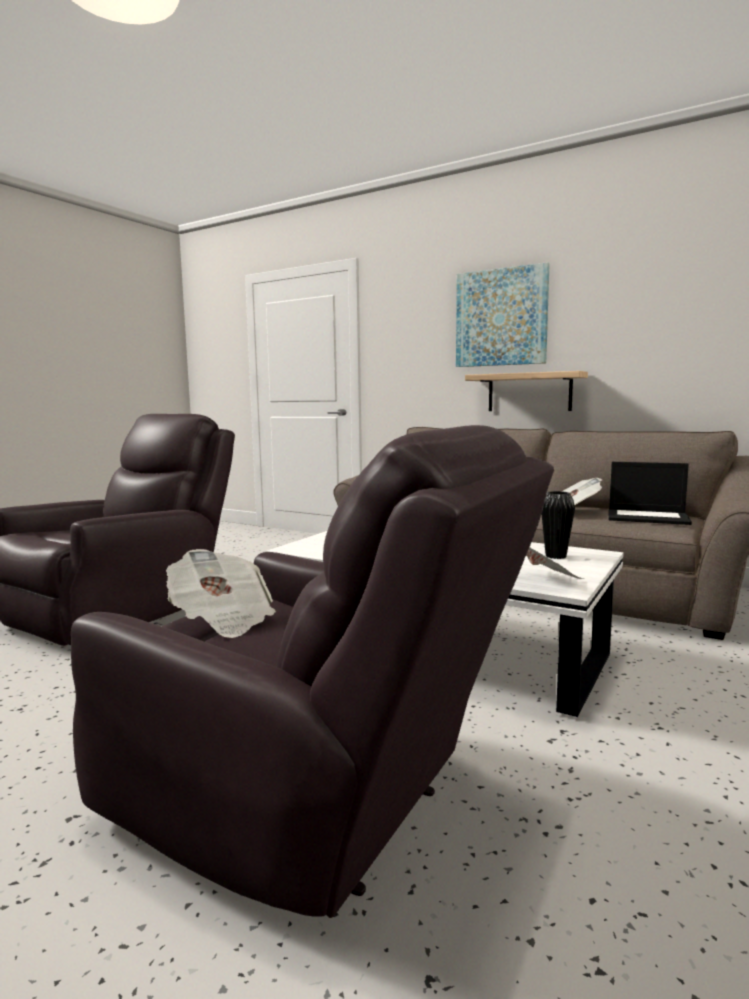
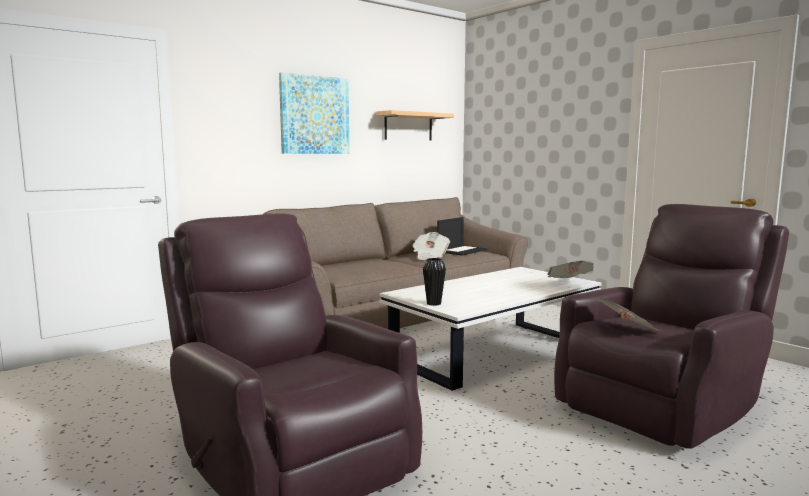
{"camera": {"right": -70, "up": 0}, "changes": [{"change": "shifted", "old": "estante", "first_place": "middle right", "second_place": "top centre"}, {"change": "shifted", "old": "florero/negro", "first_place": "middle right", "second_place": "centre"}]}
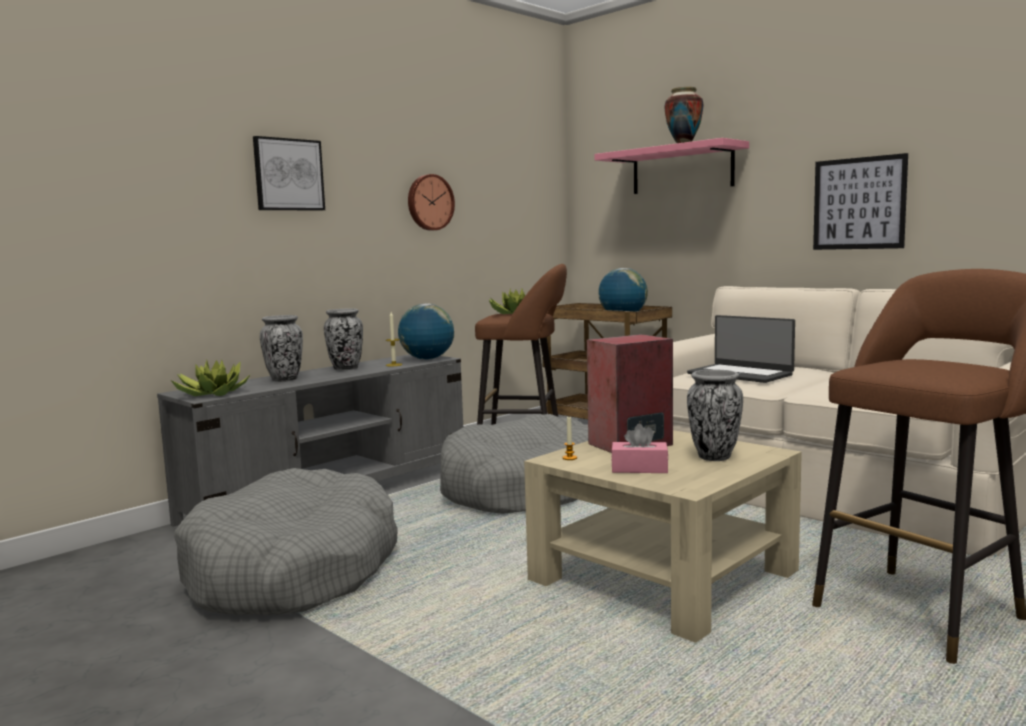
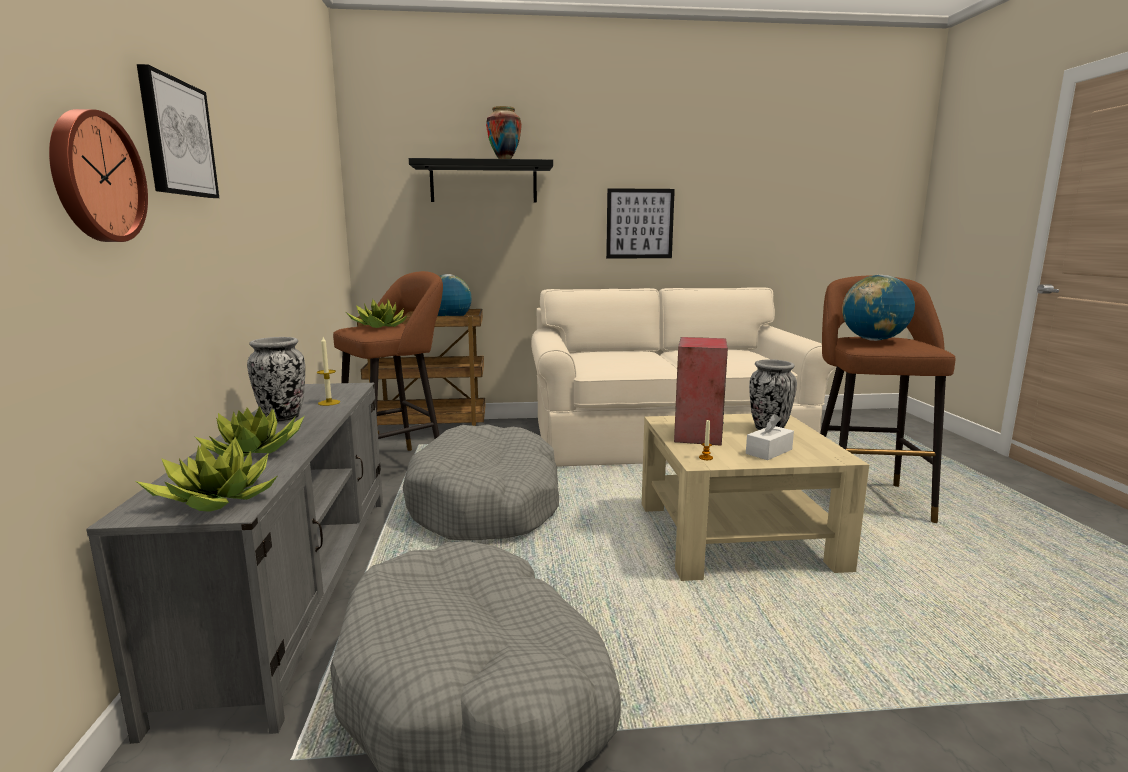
{"camera": {"right": -50, "up": 5}, "changes": [{"change": "repainted", "old": "estante/rosa", "new": "estante/negro", "first_place": "top centre", "second_place": "top centre"}, {"change": "shifted", "old": "reloj de pared", "first_place": "top centre", "second_place": "top left"}, {"change": "shifted", "old": "globo terráqueo (no. 1 from left in the first image)", "new": "globo terráqueo (no. 2 from left)", "first_place": "centre", "second_place": "middle right"}, {"change": "swapped", "old": "florero (no. 1 from left)", "new": "planta en maceta (no. 2 from left)", "first_place": "middle left", "second_place": "middle left"}, {"change": "gone", "old": "portátil", "first_place": "middle right"}, {"change": "repainted", "old": "caja de pañuelos/rosa", "new": "caja de pañuelos/blanco", "first_place": "centre", "second_place": "middle right"}]}
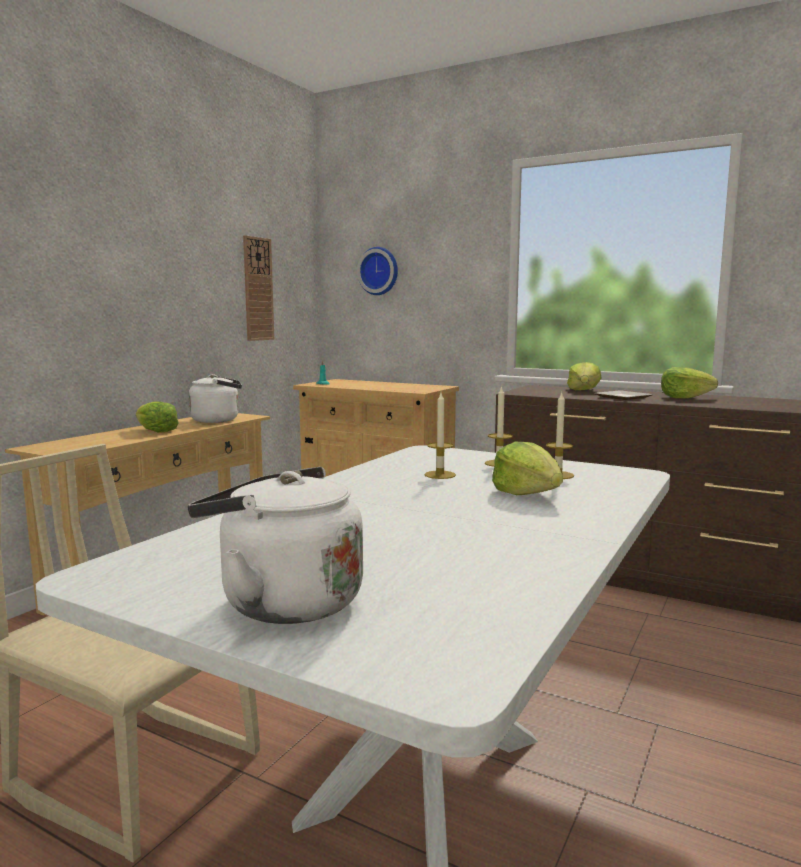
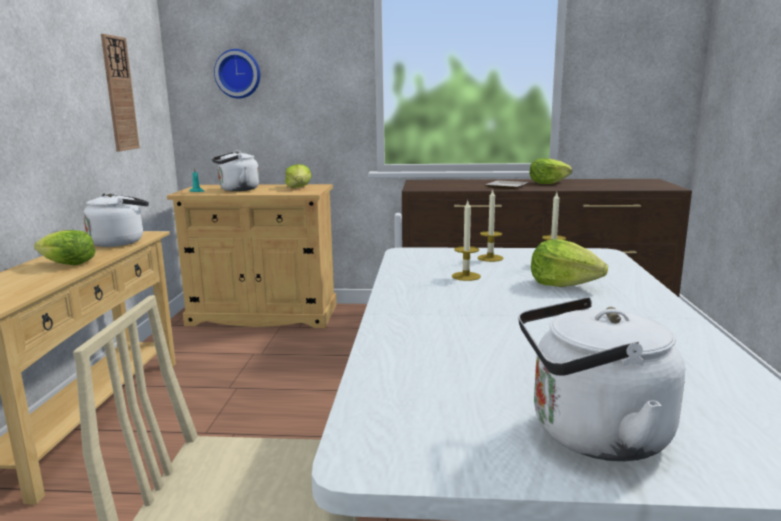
{"camera": {"right": -25, "up": 5}, "changes": [{"change": "shifted", "old": "lechuga (no. 3 from left in the first image)", "new": "lechuga (no. 2 from left)", "first_place": "middle right", "second_place": "centre"}, {"change": "new", "new": "hervidor/blanco (no. 2 from left)", "second_place": "top left"}]}
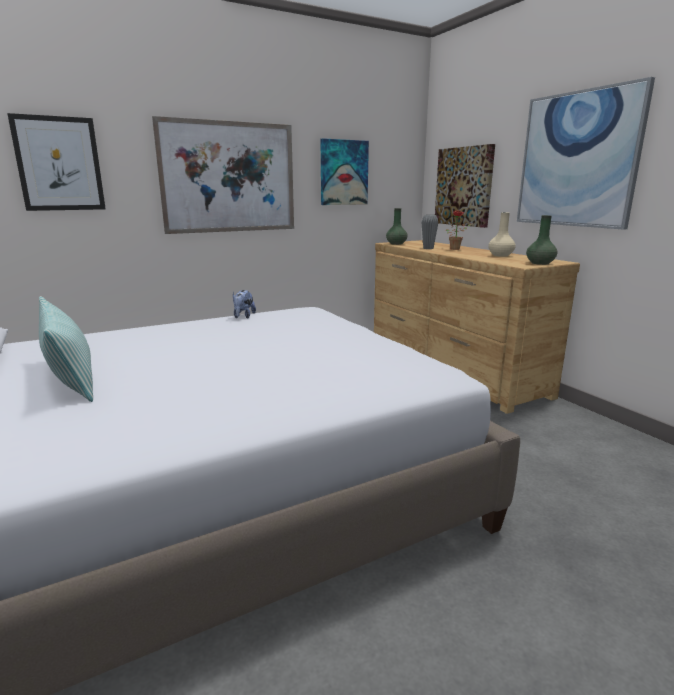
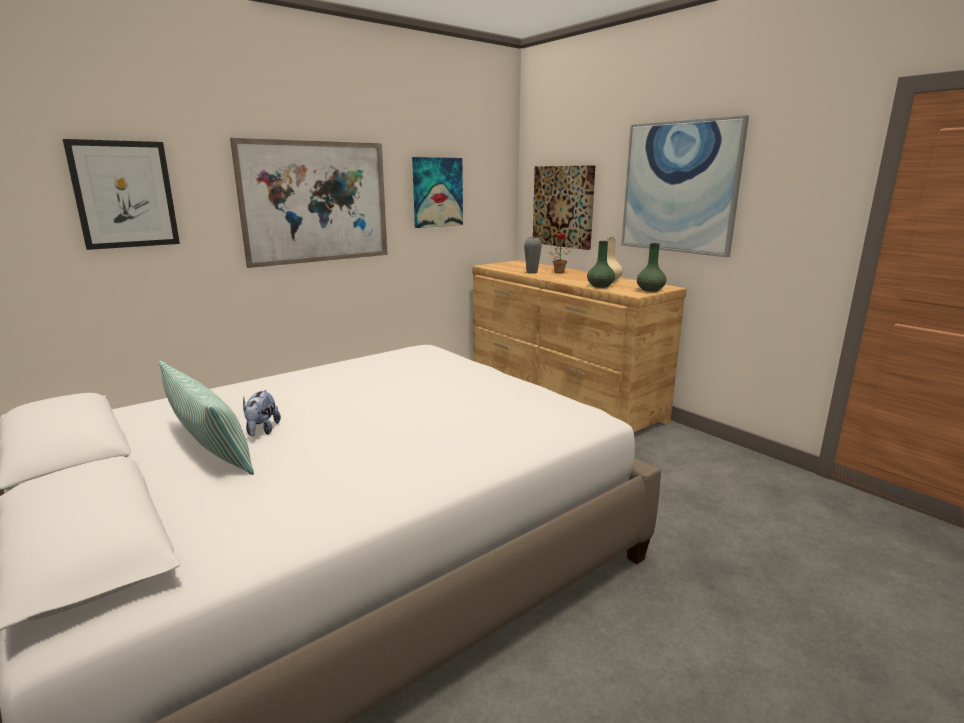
{"camera": {"right": -10, "up": 0}, "changes": [{"change": "shifted", "old": "florero/verde (no. 1 from left)", "first_place": "top centre", "second_place": "centre"}, {"change": "shifted", "old": "peluche", "first_place": "centre", "second_place": "middle left"}]}
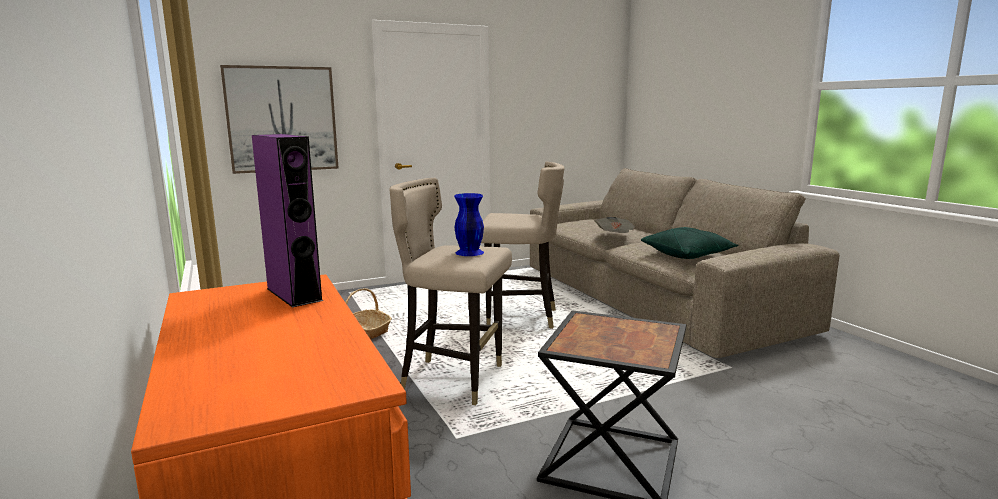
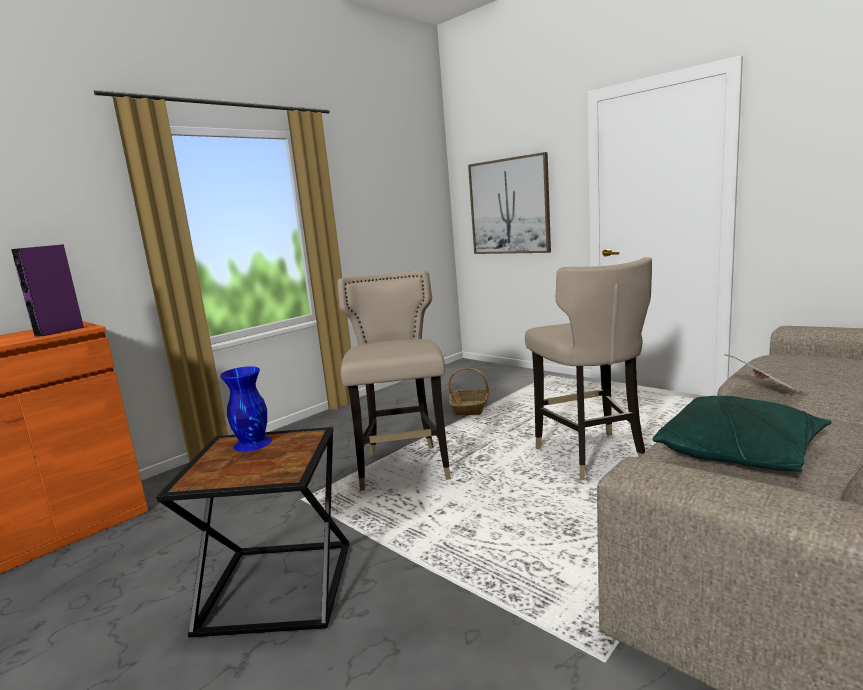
{"camera": {"right": 70, "up": 0}, "changes": [{"change": "shifted", "old": "florero/azul", "first_place": "centre", "second_place": "middle left"}]}
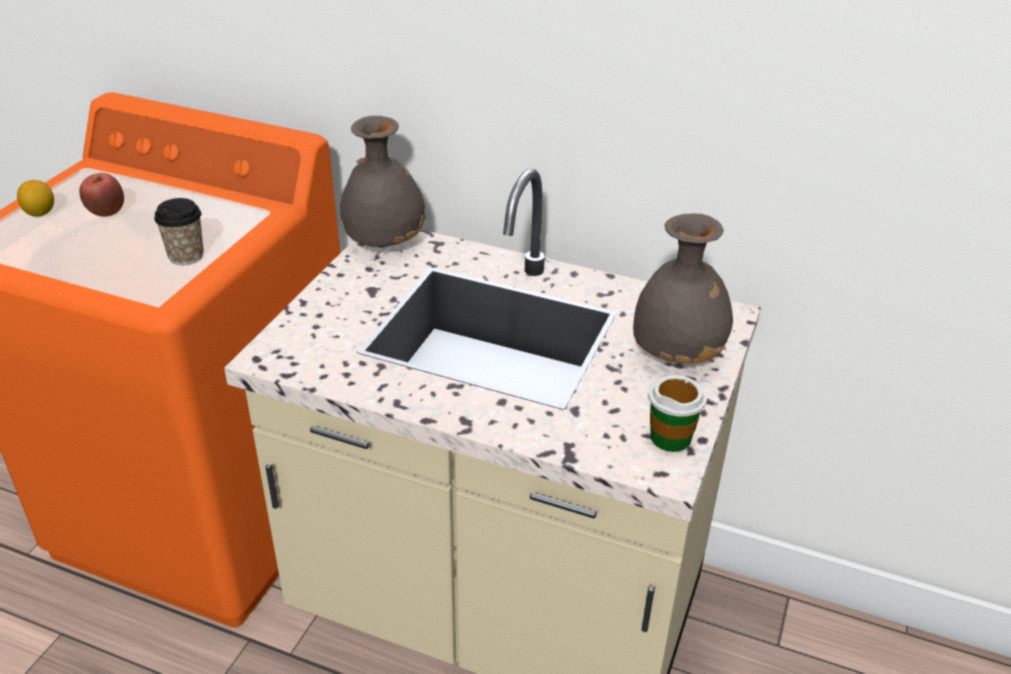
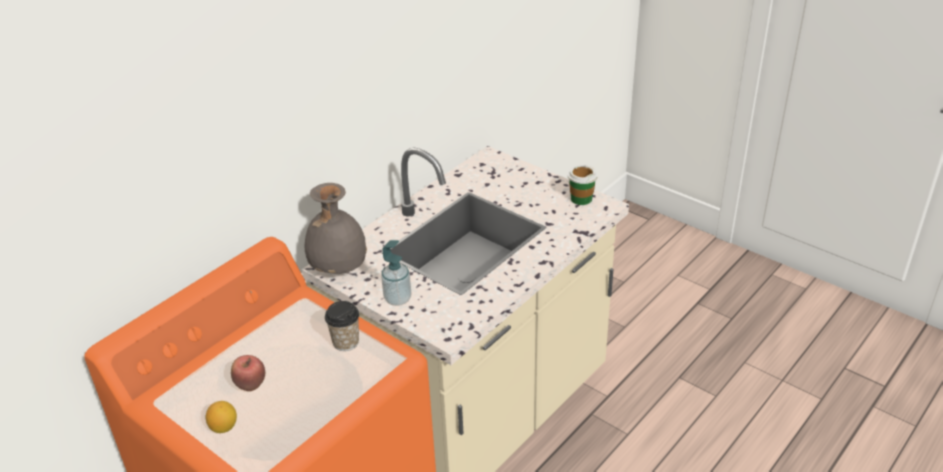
{"camera": {"right": -70, "up": 0}, "changes": [{"change": "gone", "old": "florero/gris (no. 2 from left)", "first_place": "middle right"}, {"change": "new", "new": "dispensador de jabón", "second_place": "centre"}]}
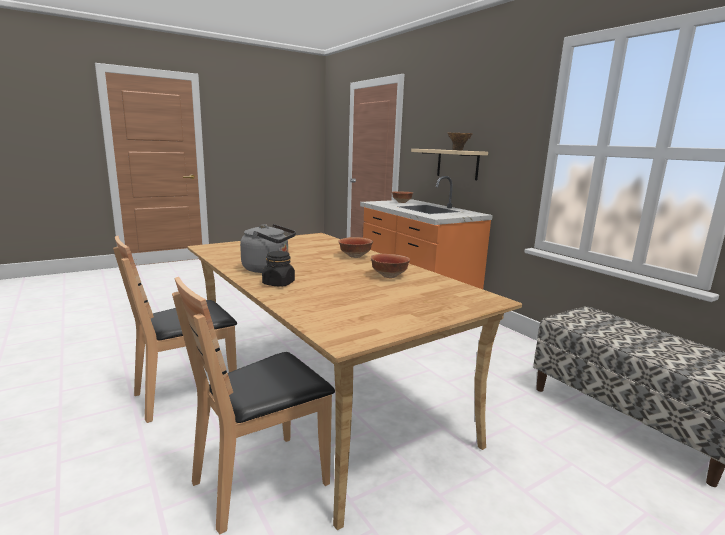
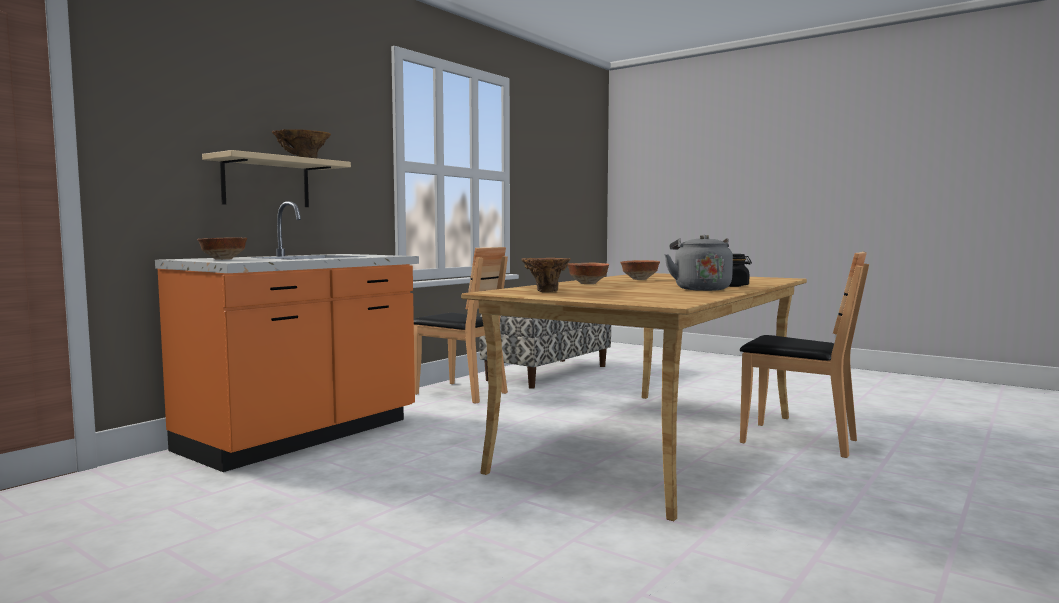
{"camera": {"right": -110, "up": -10}, "changes": [{"change": "shifted", "old": "silla/marrón (no. 1 from left)", "first_place": "middle left", "second_place": "centre"}, {"change": "new", "new": "florero/marrón (no. 2 from left)", "second_place": "centre"}]}
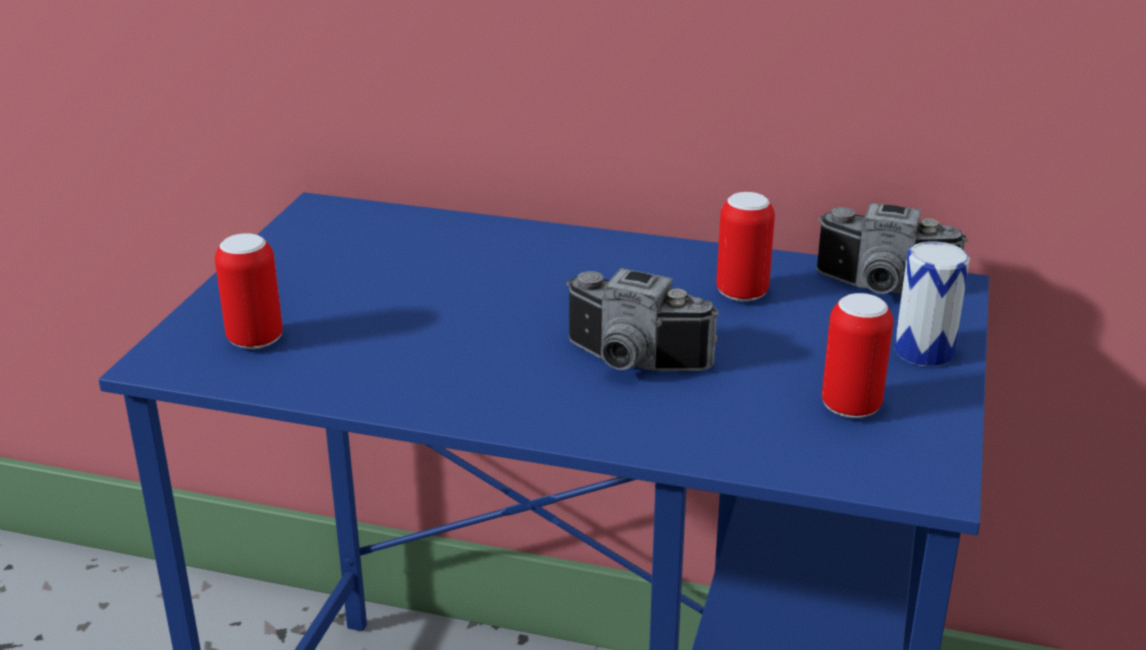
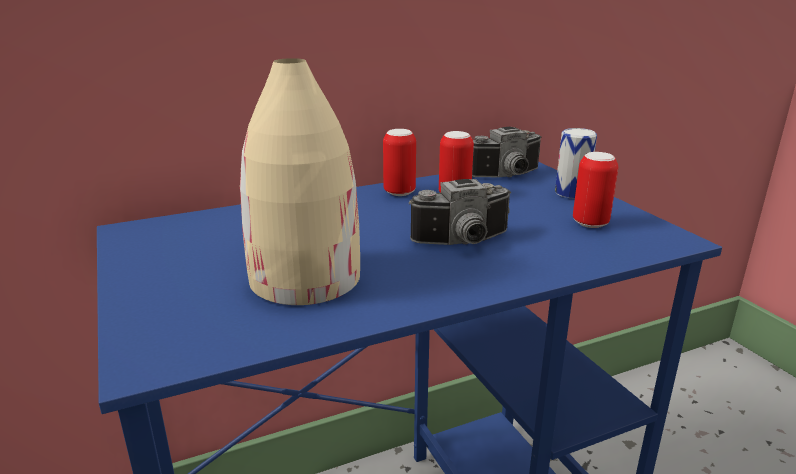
{"camera": {"right": -40, "up": -5}, "changes": [{"change": "shifted", "old": "lata (no. 1 from left)", "first_place": "middle left", "second_place": "centre"}, {"change": "new", "new": "florero/beis", "second_place": "centre"}]}
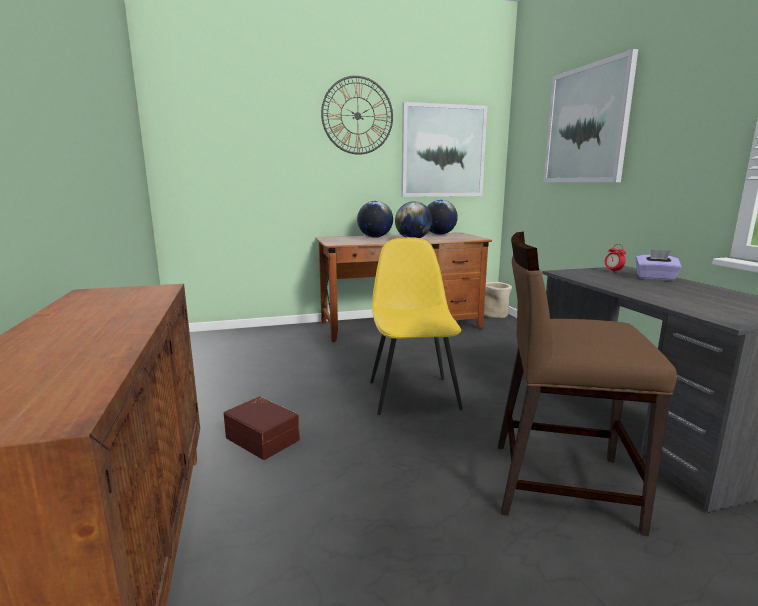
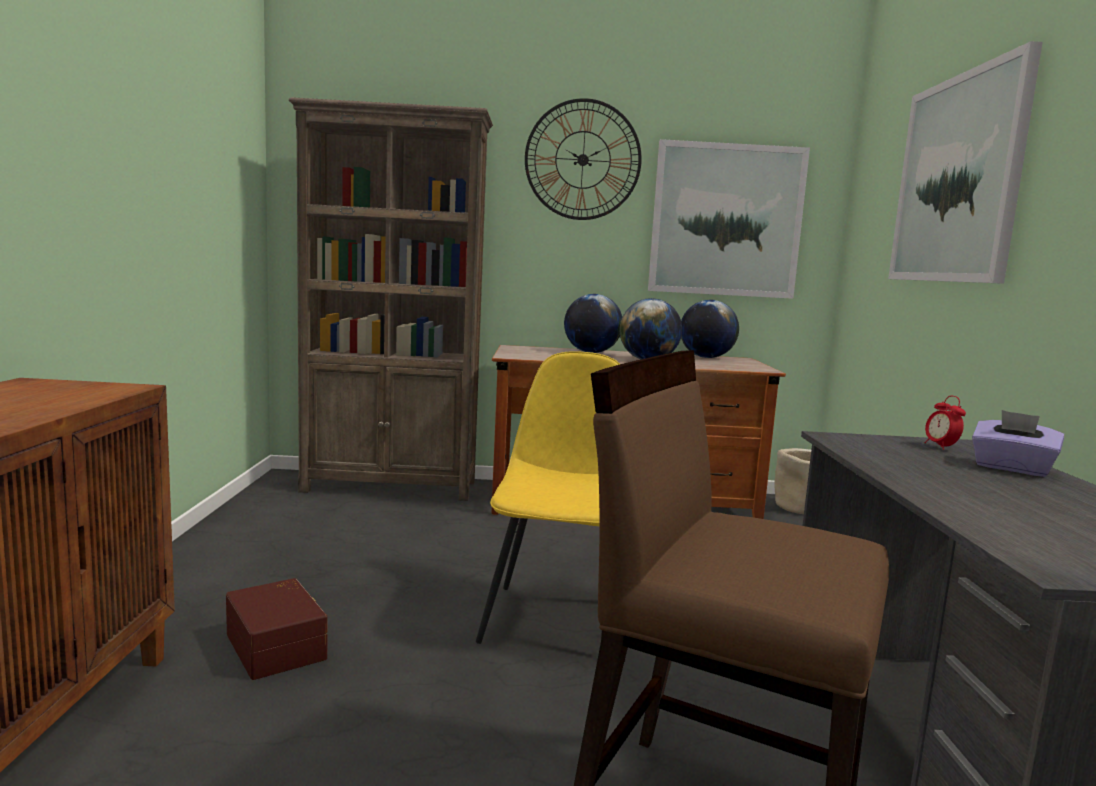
{"camera": {"right": 15, "up": -5}, "changes": [{"change": "new", "new": "estantería/marrón", "second_place": "centre"}]}
